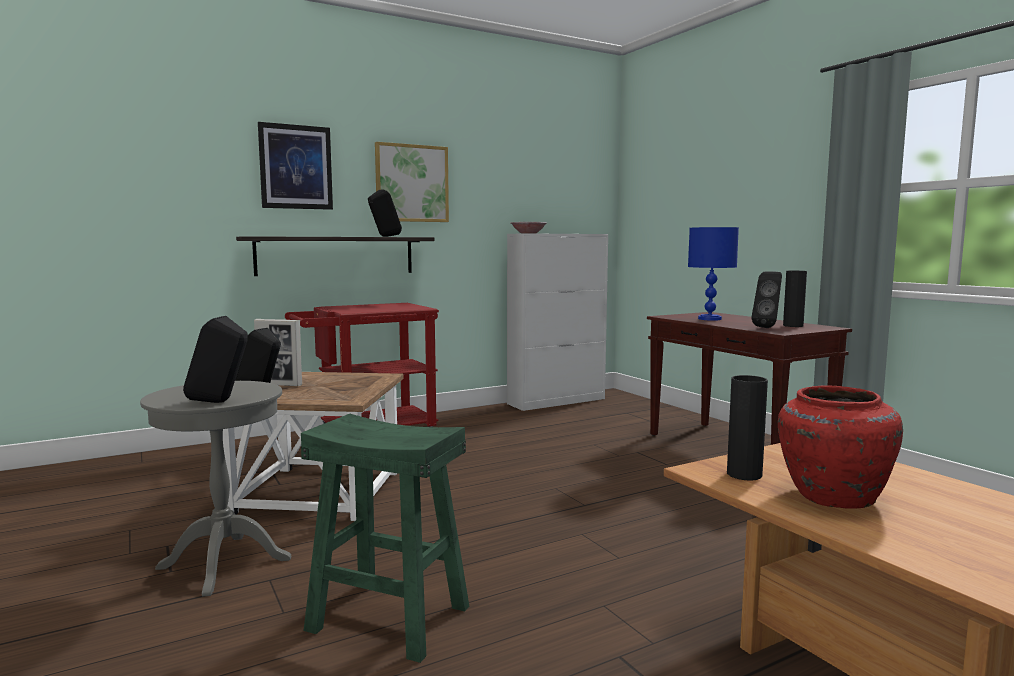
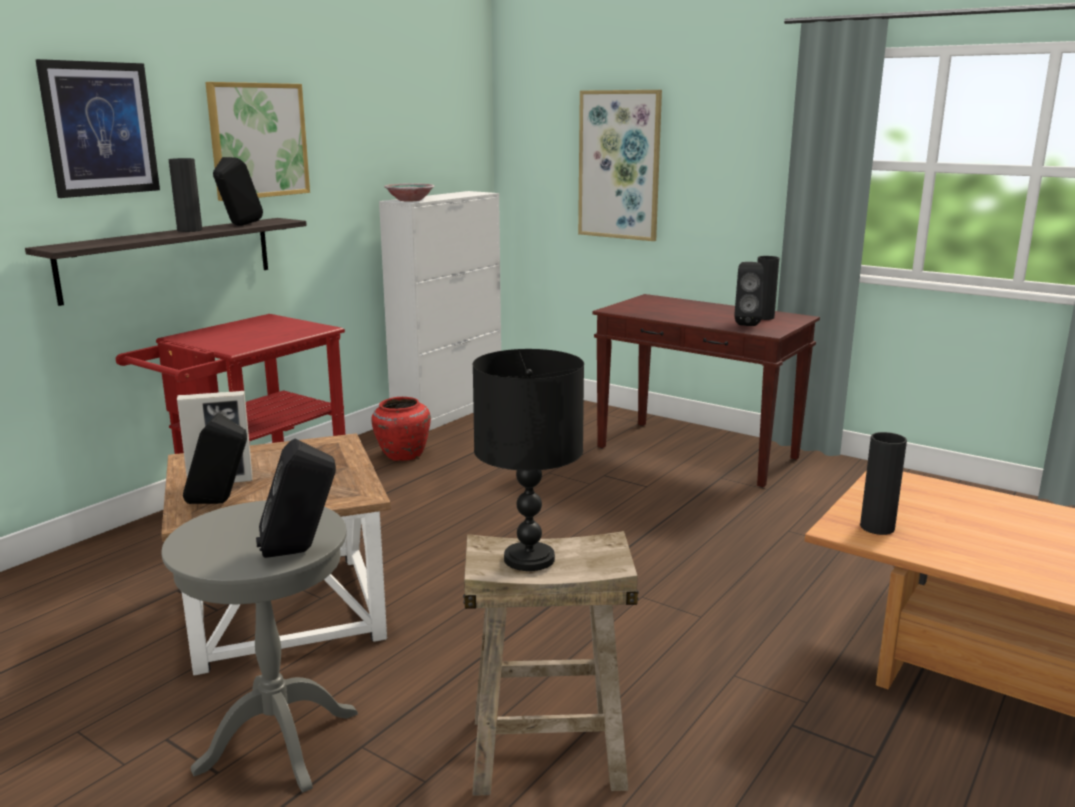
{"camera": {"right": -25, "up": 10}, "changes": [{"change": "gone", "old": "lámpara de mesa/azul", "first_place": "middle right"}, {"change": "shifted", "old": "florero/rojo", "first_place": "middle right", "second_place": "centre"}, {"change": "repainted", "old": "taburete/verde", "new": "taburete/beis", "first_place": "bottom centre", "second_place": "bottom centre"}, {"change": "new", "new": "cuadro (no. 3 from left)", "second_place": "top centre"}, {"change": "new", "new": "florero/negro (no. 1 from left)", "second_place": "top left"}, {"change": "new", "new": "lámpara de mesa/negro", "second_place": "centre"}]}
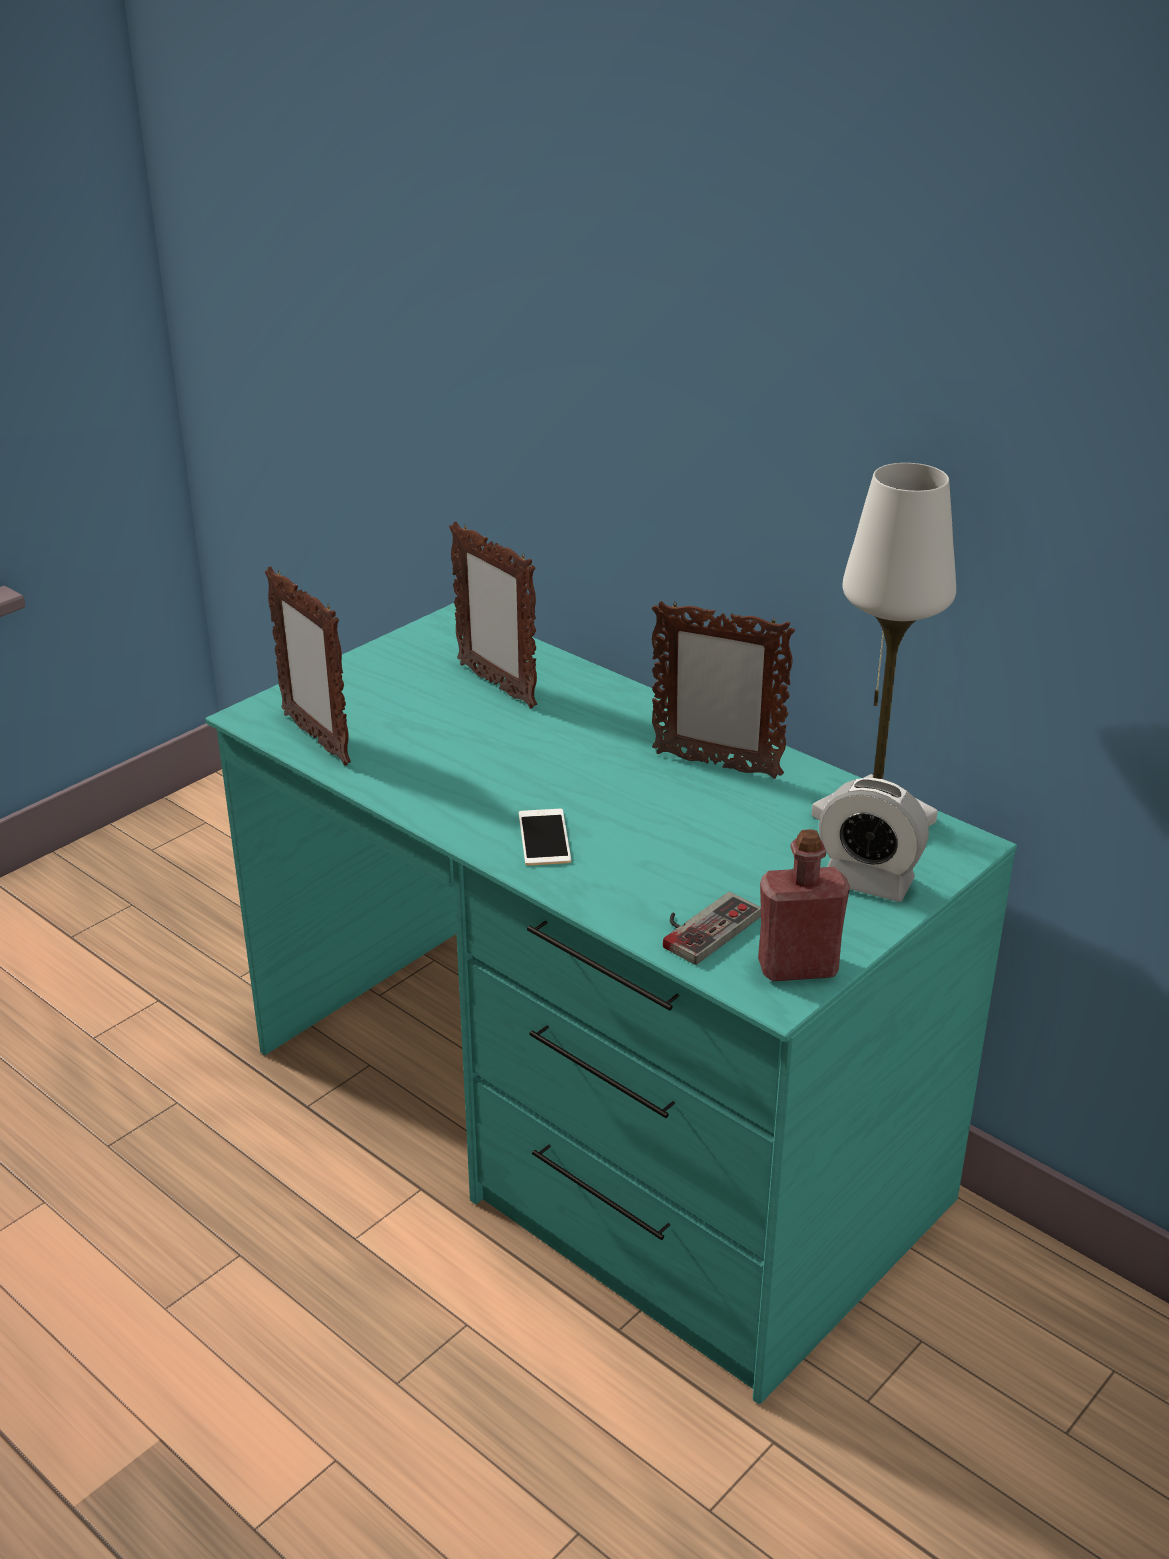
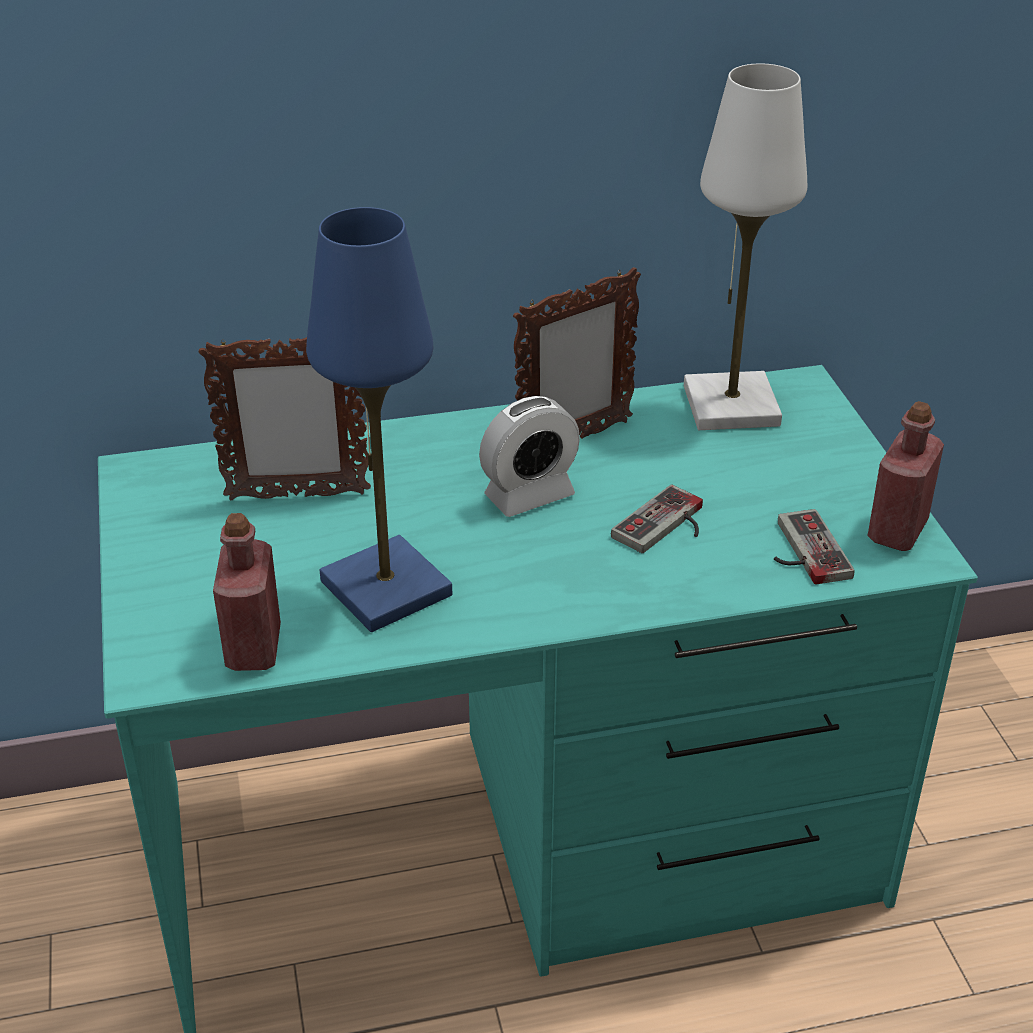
{"camera": {"right": -55, "up": 5}, "changes": [{"change": "swapped", "old": "portarretratos (no. 1 from left)", "new": "botella/rojo (no. 1 from left)", "first_place": "middle left", "second_place": "middle left"}, {"change": "shifted", "old": "despertador", "first_place": "middle right", "second_place": "centre"}, {"change": "gone", "old": "móvil", "first_place": "centre"}, {"change": "new", "new": "lámpara de mesa/azul", "second_place": "centre"}, {"change": "new", "new": "mando de consola (no. 1 from left)", "second_place": "centre"}]}
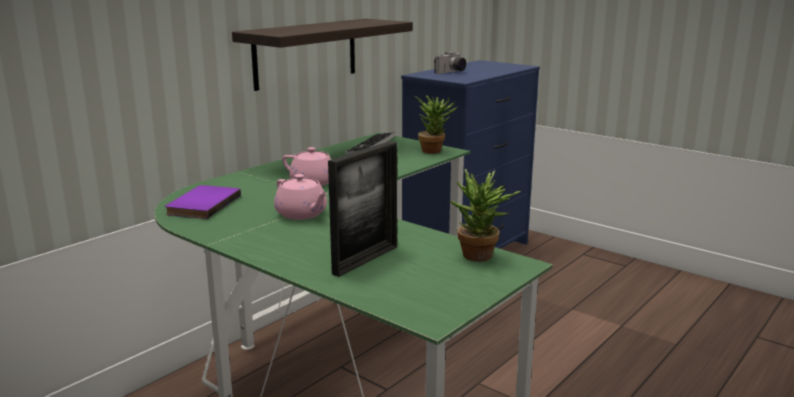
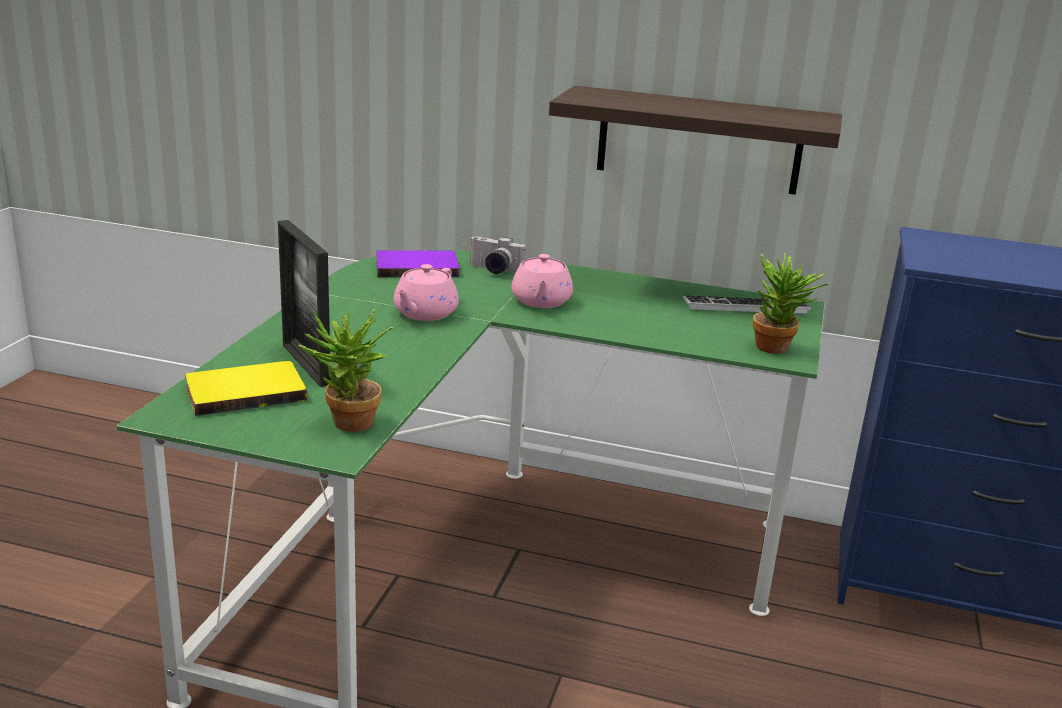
{"camera": {"right": 65, "up": 5}, "changes": [{"change": "shifted", "old": "cámara", "first_place": "top centre", "second_place": "centre"}, {"change": "rotated", "old": "portarretratos", "first_place": "centre", "second_place": "middle left", "degrees": 45}, {"change": "new", "new": "libro/amarillo", "second_place": "middle left"}]}
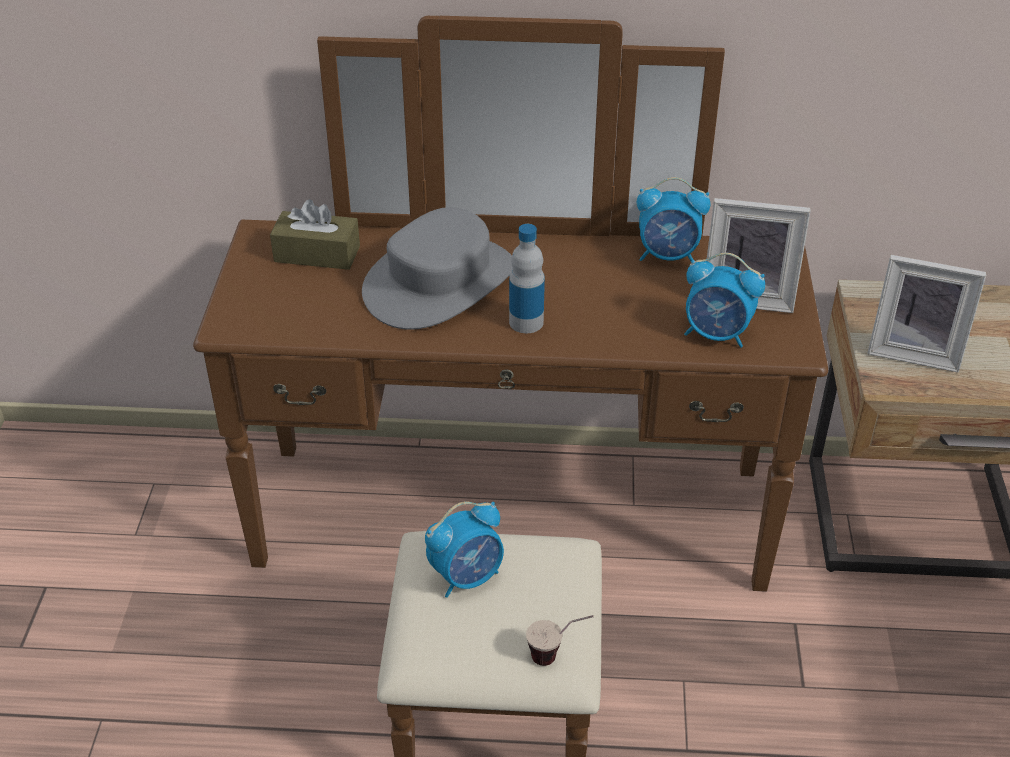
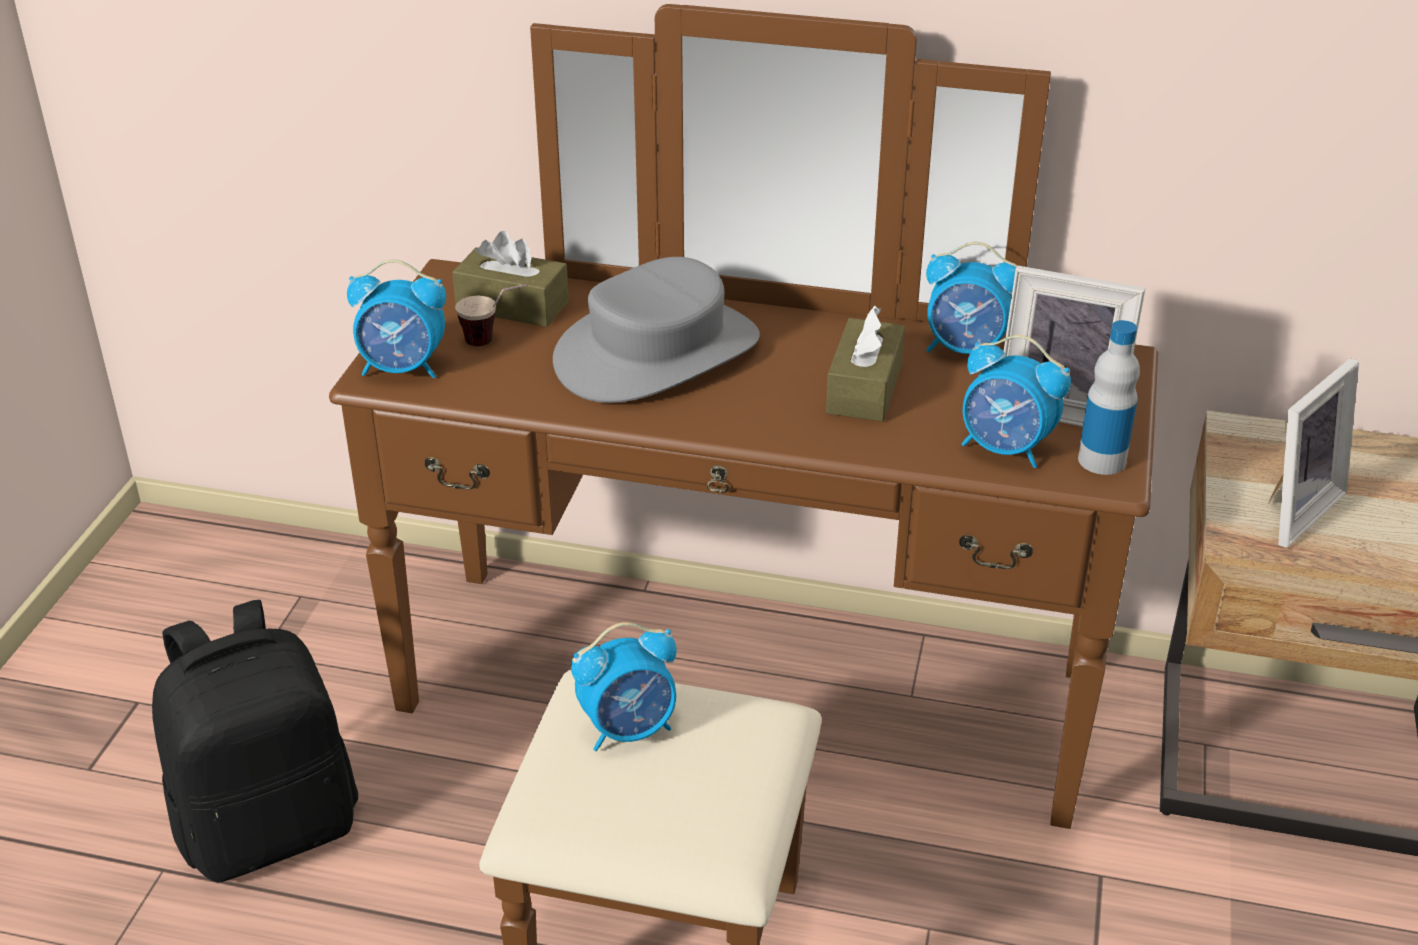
{"camera": {"right": 10, "up": -5}, "changes": [{"change": "shifted", "old": "botella", "first_place": "centre", "second_place": "middle right"}, {"change": "rotated", "old": "portarretratos (no. 2 from left)", "first_place": "middle right", "second_place": "middle right", "degrees": -75}, {"change": "shifted", "old": "taza", "first_place": "bottom centre", "second_place": "centre"}, {"change": "new", "new": "despertador (no. 1 from left)", "second_place": "middle left"}, {"change": "new", "new": "caja de pañuelos/marrón (no. 2 from left)", "second_place": "centre"}, {"change": "new", "new": "mochila/negro", "second_place": "bottom left"}]}
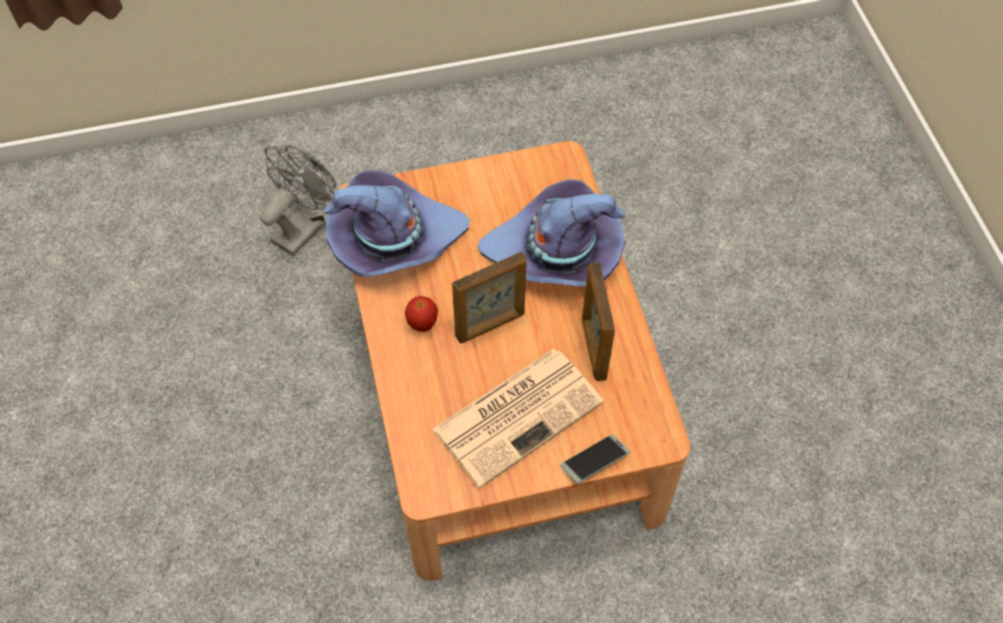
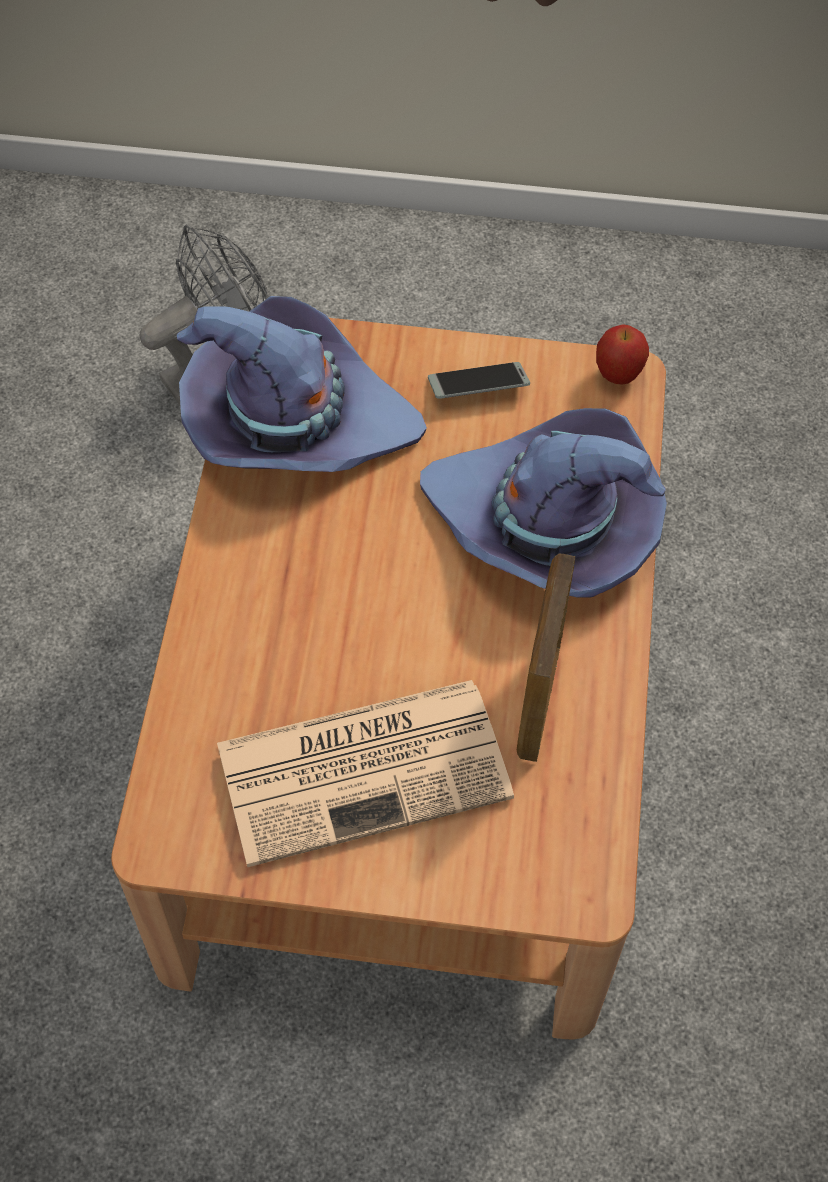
{"camera": {"right": 20, "up": 0}, "changes": [{"change": "gone", "old": "portarretratos (no. 1 from left)", "first_place": "centre"}, {"change": "shifted", "old": "manzana", "first_place": "centre", "second_place": "top right"}, {"change": "shifted", "old": "móvil", "first_place": "bottom centre", "second_place": "top centre"}]}
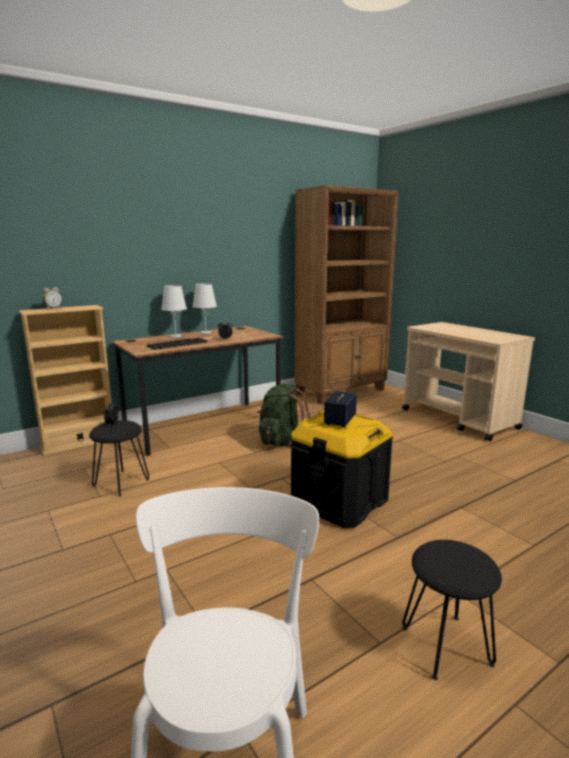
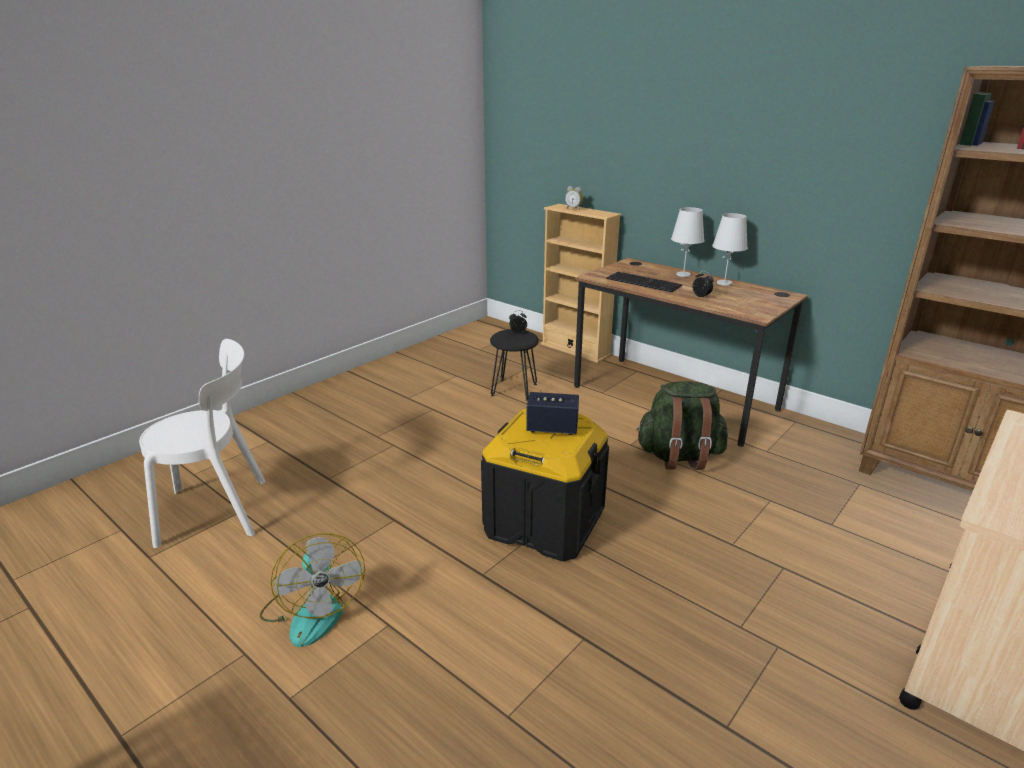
{"camera": {"right": 75, "up": 10}, "changes": [{"change": "swapped", "old": "taburete/negro (no. 2 from left)", "new": "ventilador", "first_place": "bottom right", "second_place": "bottom left"}]}
